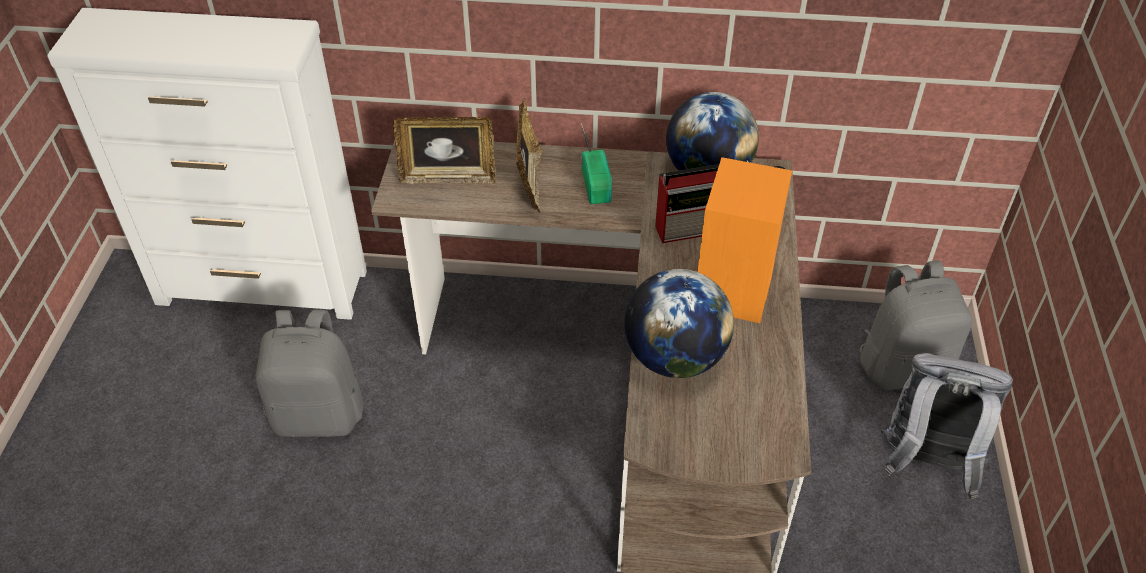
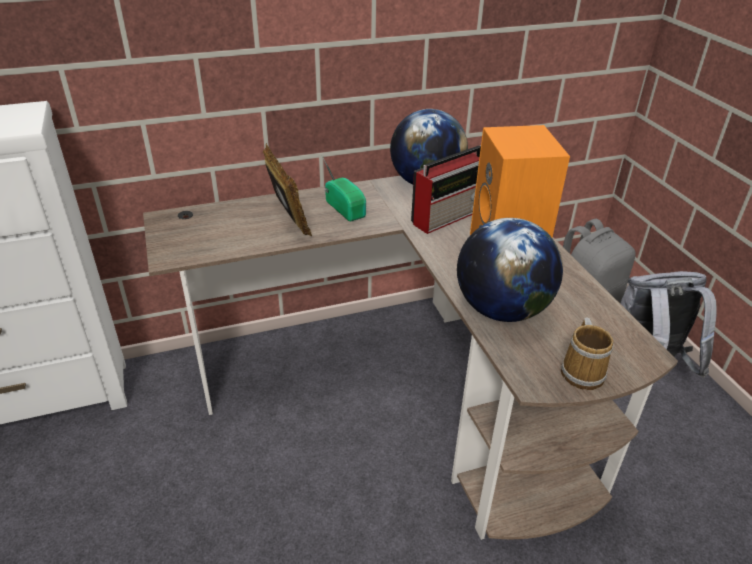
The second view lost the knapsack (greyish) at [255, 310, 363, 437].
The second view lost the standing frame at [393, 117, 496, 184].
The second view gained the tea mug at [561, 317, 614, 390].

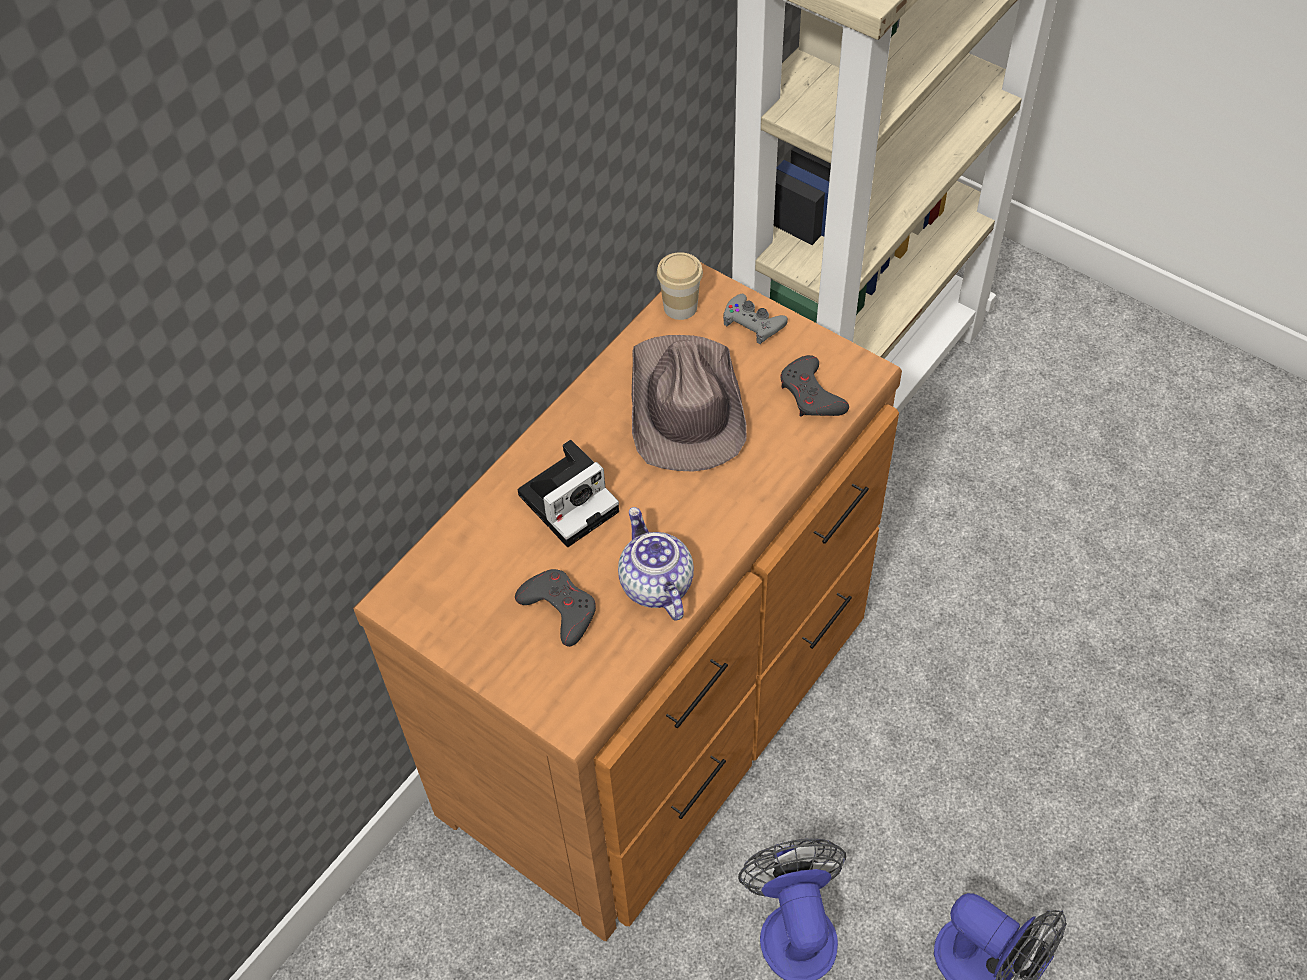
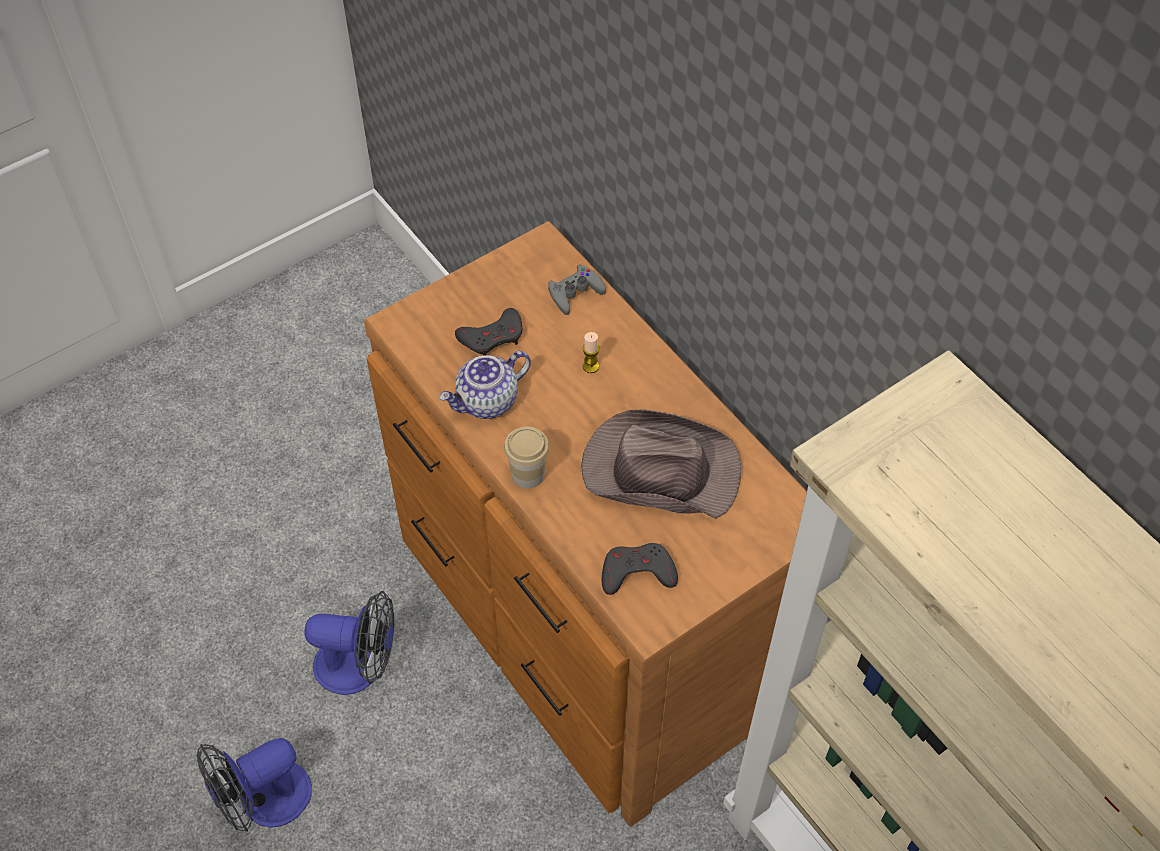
Where the still camera stood at [518, 440, 619, 547], the wax light came to stand at [583, 332, 600, 373].
The teapot at [618, 507, 694, 621] ended up facing another way, 150 degrees clockwise from before.
The cup ended up elsewhere, having gone from [657, 252, 703, 320] to [504, 426, 549, 489].
The gamepad (greyish) ended up elsewhere, having gone from [723, 294, 788, 344] to [548, 265, 606, 315].

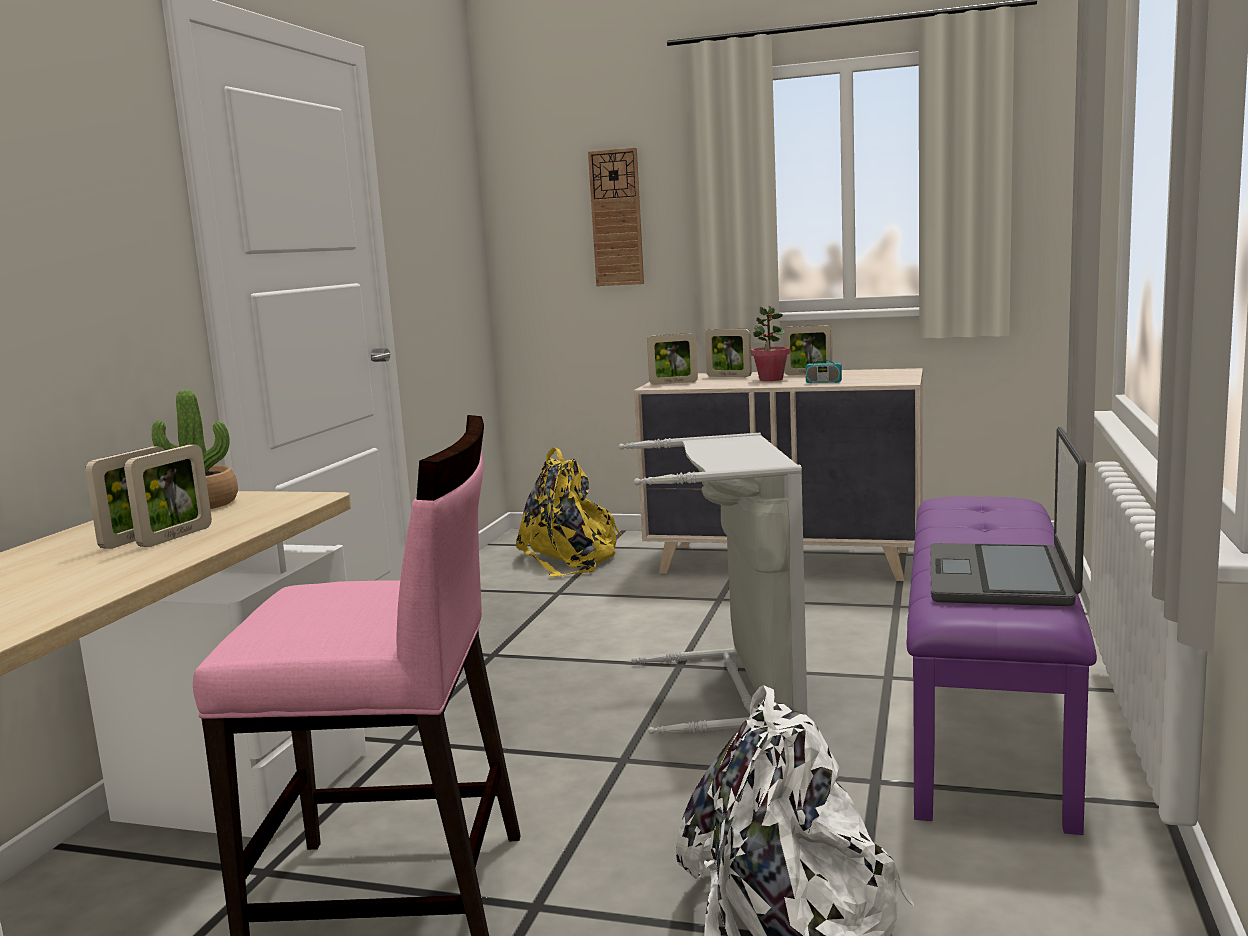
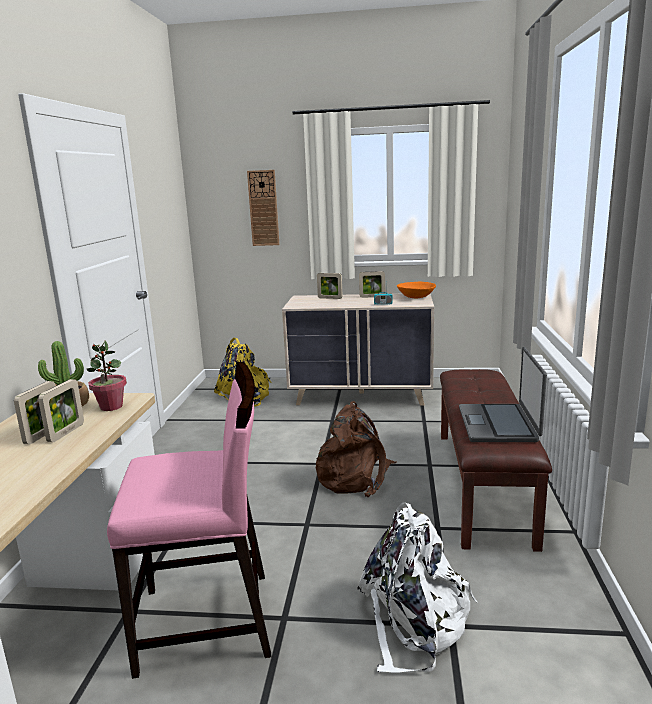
Where the washing basket (greyish) stood at [619, 433, 808, 734], the knapsack (brown) came to stand at [315, 401, 397, 497].
The second view lost the standing frame at [647, 333, 698, 385].
The houseplant ended up elsewhere, having gone from [751, 305, 790, 381] to [87, 340, 127, 411].
What was the bench (purplish) at [906, 496, 1097, 835] turned into the bench (brown) at [440, 369, 552, 552].
The second view gained the deep dish (orange-coloured) at [397, 282, 436, 298].

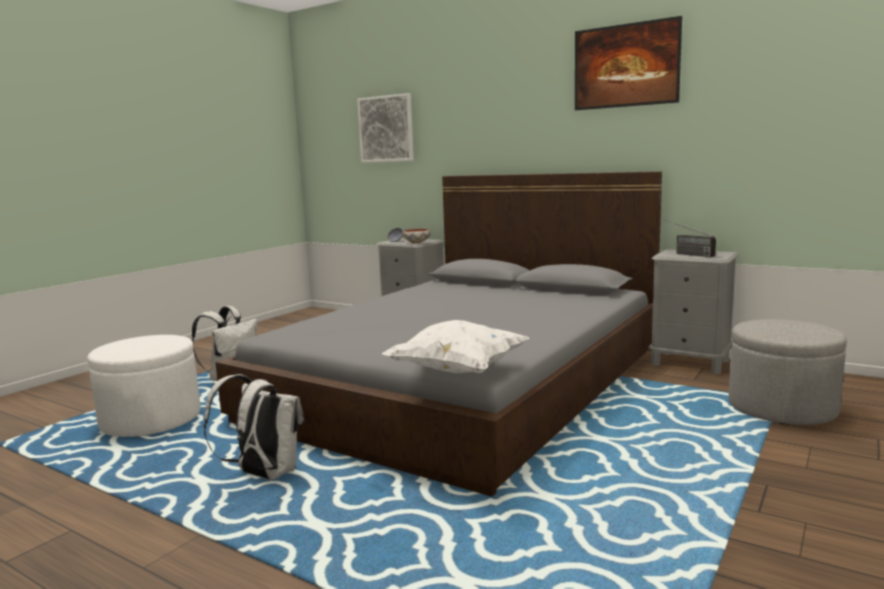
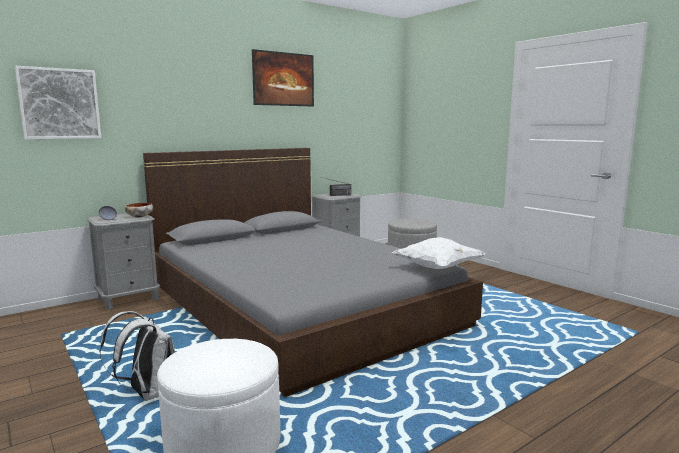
The second view lost the knapsack (white) at [203, 374, 304, 480].

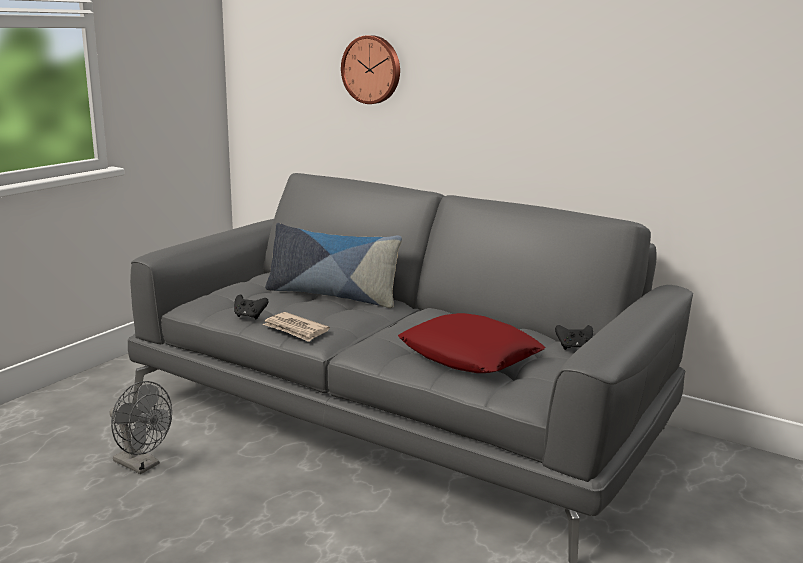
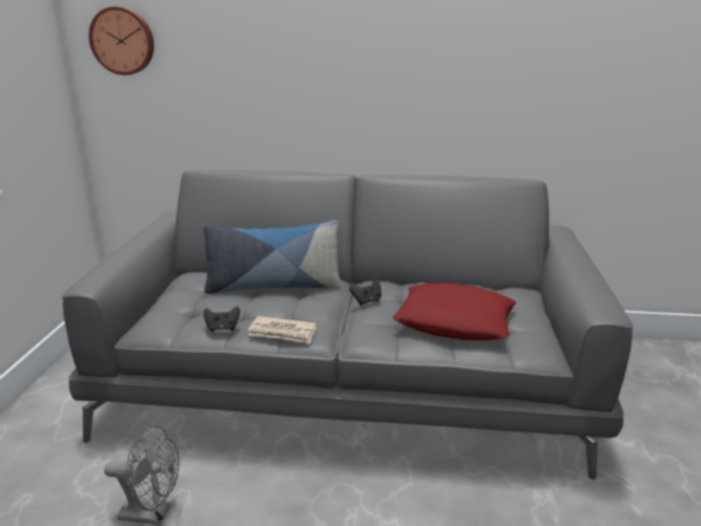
The wall clock ended up elsewhere, having gone from [341, 35, 400, 104] to [89, 7, 154, 75].
The gamepad (black-coloured) ended up elsewhere, having gone from [555, 325, 593, 350] to [349, 280, 381, 305].

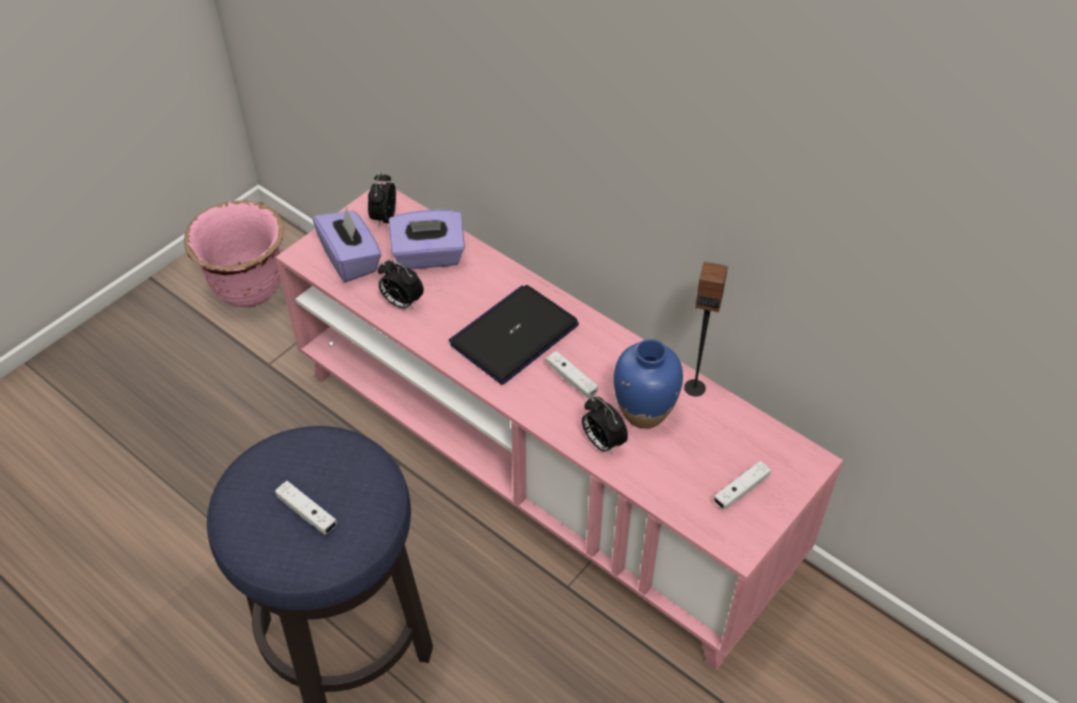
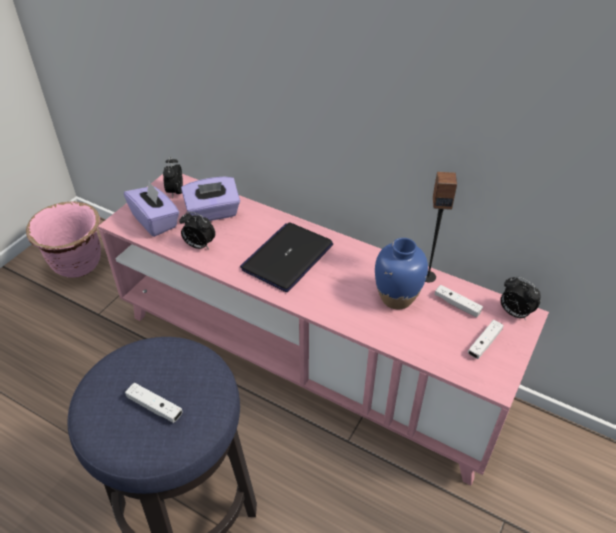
The gamepad (white) ended up elsewhere, having gone from [546, 351, 598, 399] to [435, 285, 483, 317].
The alarm clock ended up elsewhere, having gone from [582, 397, 628, 454] to [500, 277, 541, 321].

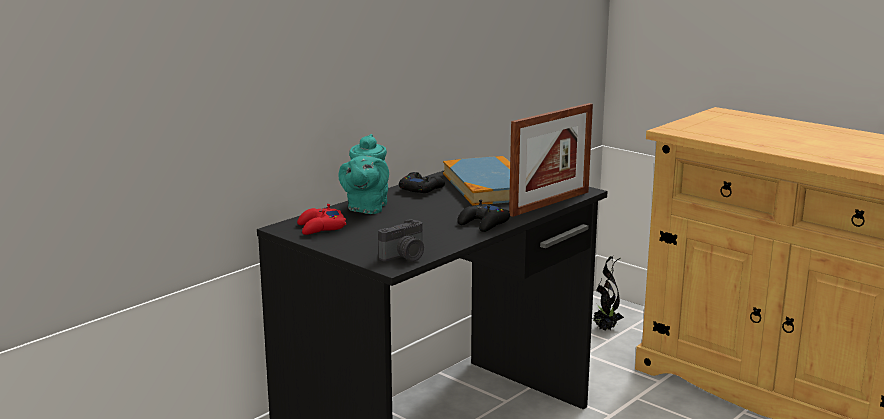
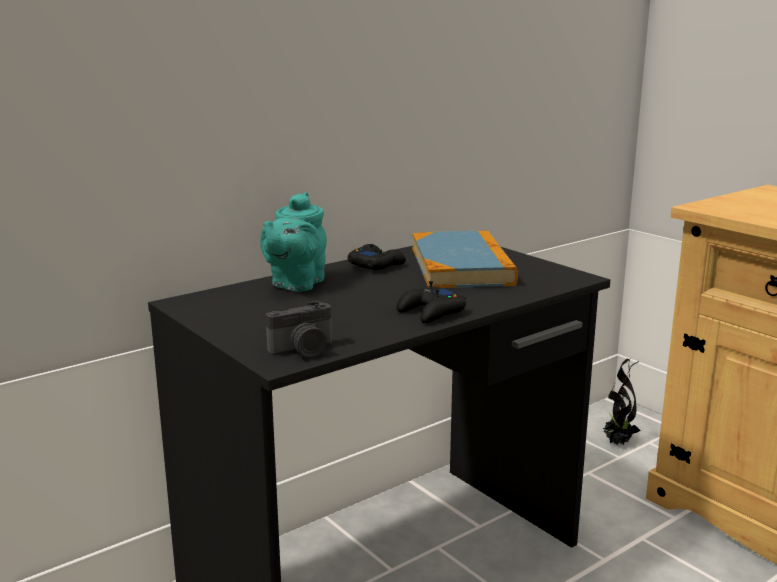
The second view lost the gamepad (red-coloured) at [297, 204, 346, 235].
The second view lost the standing frame at [509, 103, 593, 217].

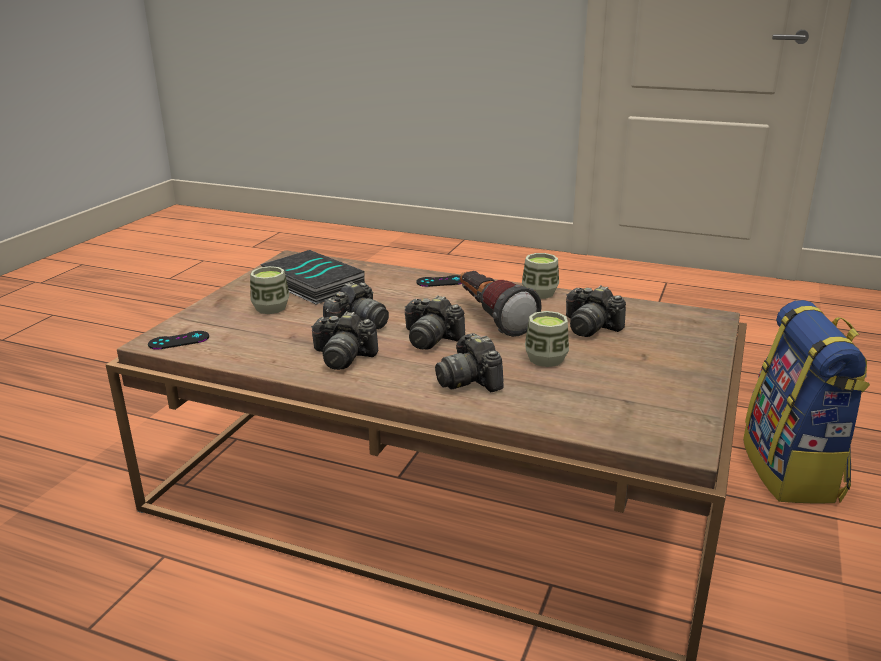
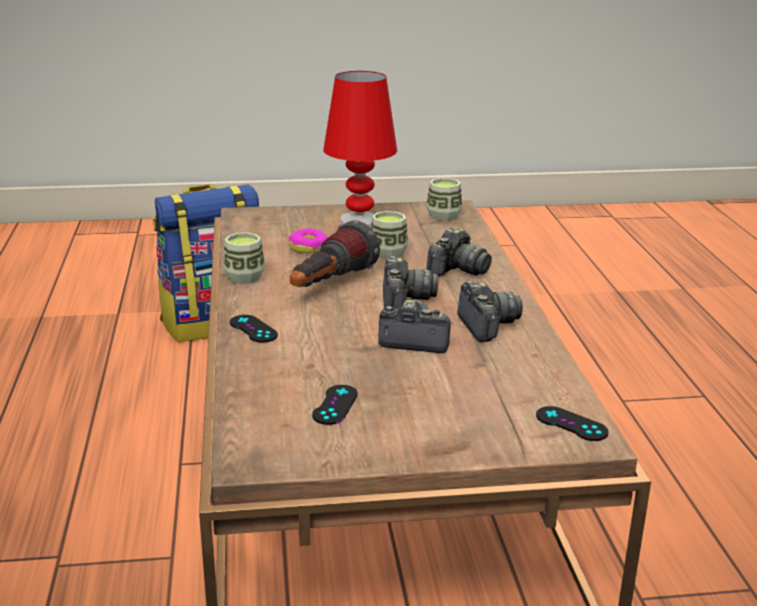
The cup ended up elsewhere, having gone from [250, 266, 289, 314] to [426, 178, 462, 221].
Where the book stood at [260, 250, 365, 305], the gamepad (black-coloured) came to stand at [312, 385, 358, 425].
Where the still camera stood at [566, 285, 626, 337], the ring doughnut came to stand at [288, 228, 328, 253].
The second view gained the lamp for a table (red-coloured) at [323, 71, 397, 227].

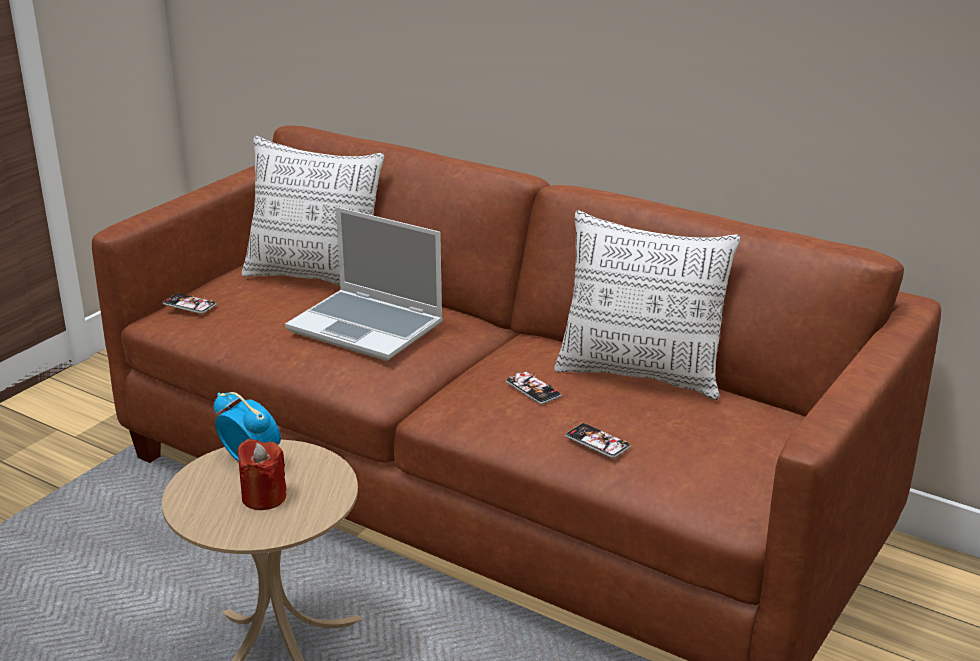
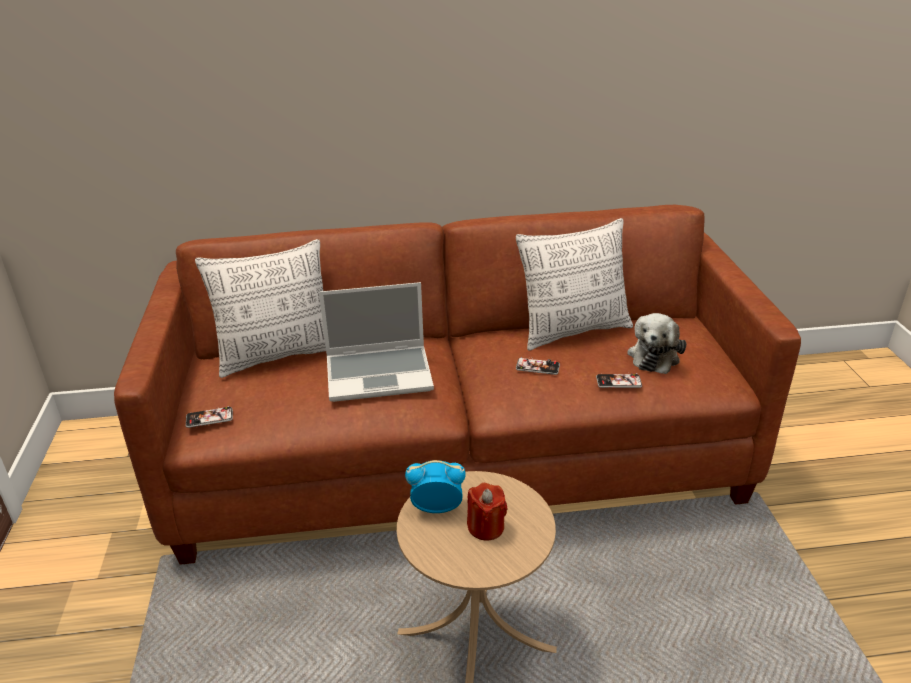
The second view gained the plush toy at [627, 313, 686, 374].

